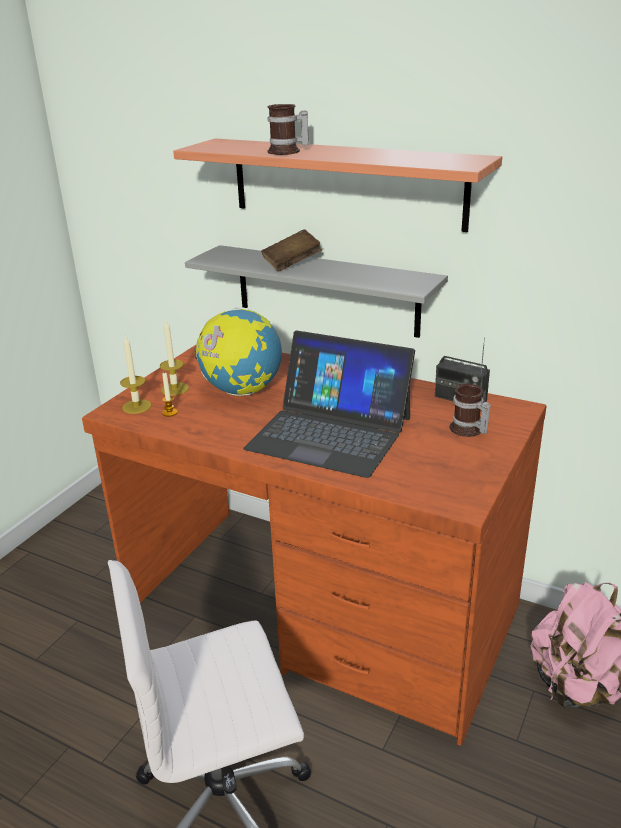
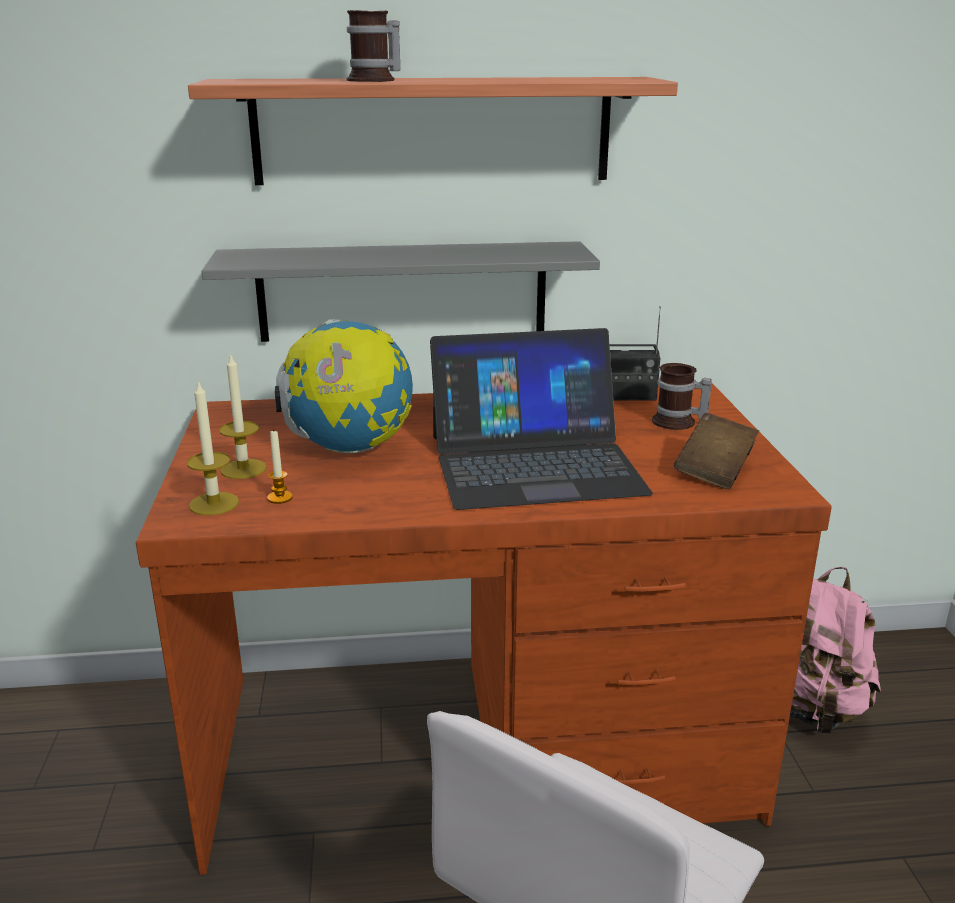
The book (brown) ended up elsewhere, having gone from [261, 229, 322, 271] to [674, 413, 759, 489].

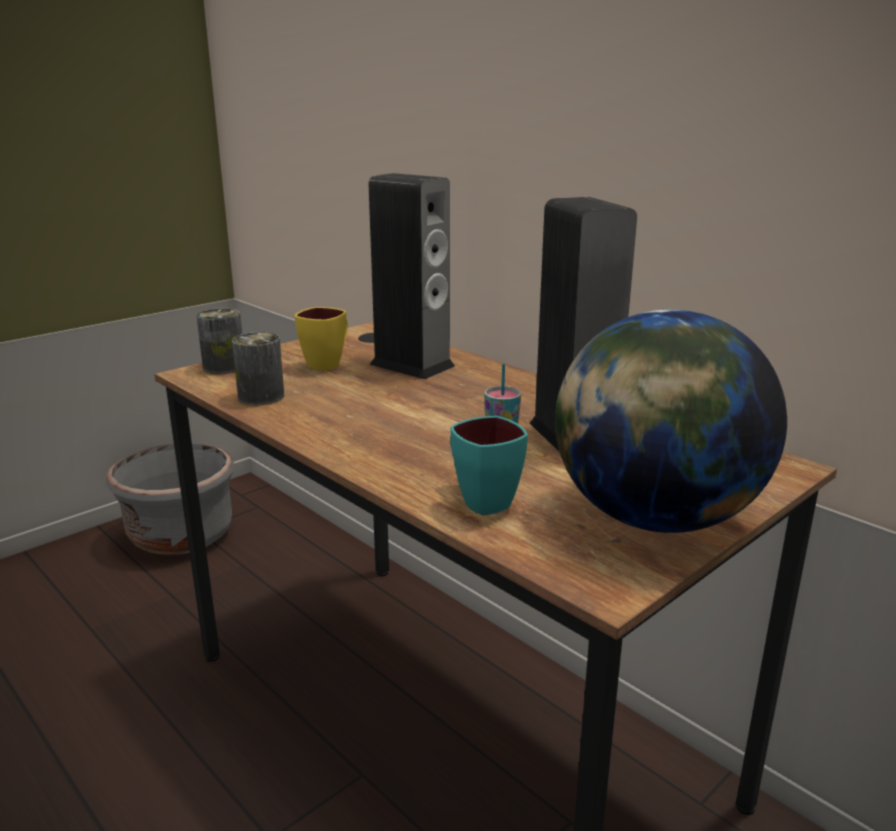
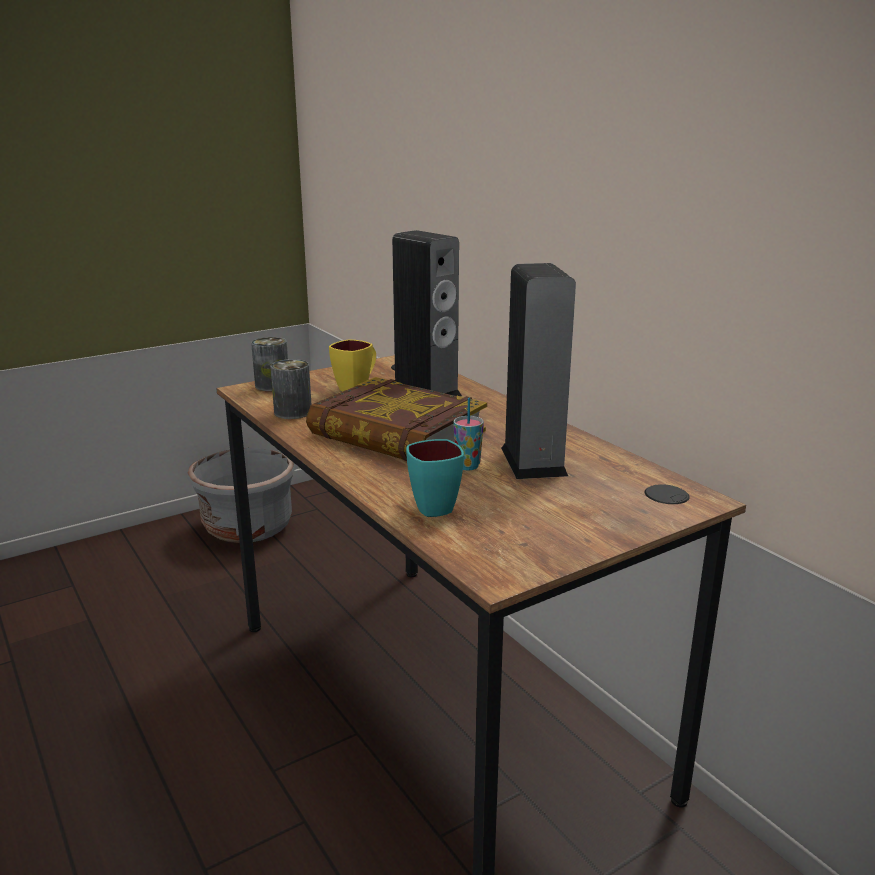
The second view lost the desk globe at [555, 309, 787, 533].
The second view gained the book at [306, 377, 487, 461].

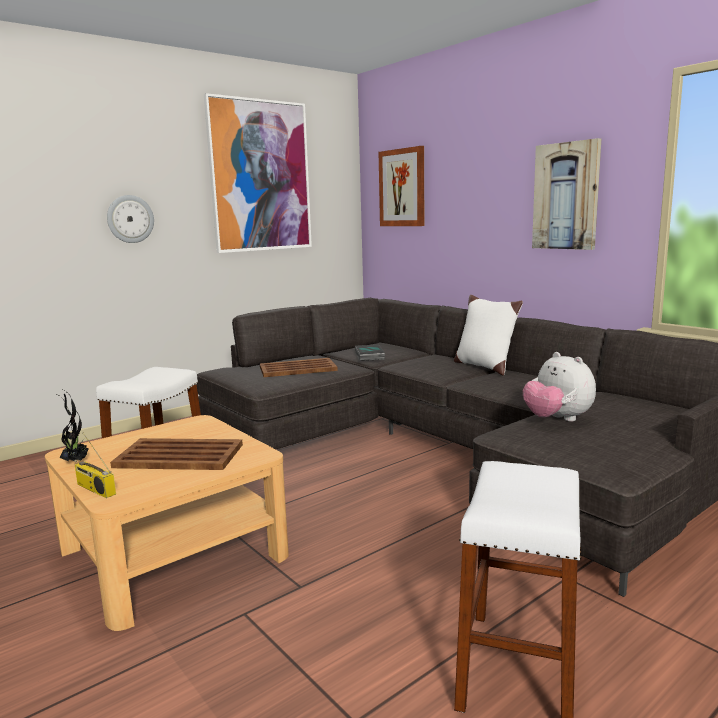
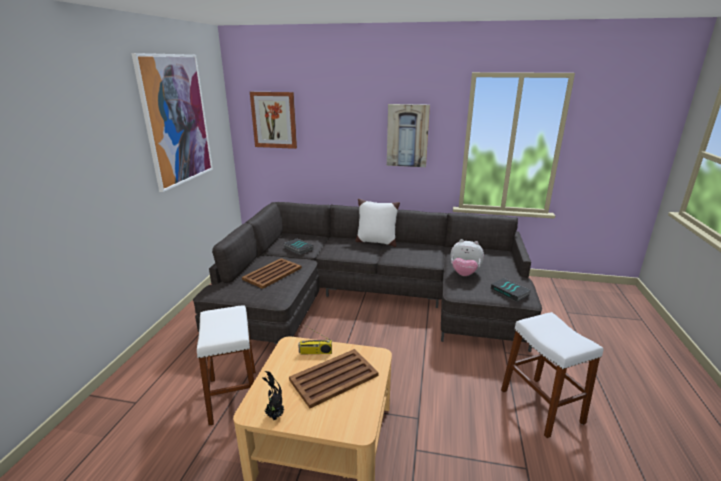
The radio receiver ended up elsewhere, having gone from [75, 432, 116, 498] to [298, 325, 332, 355].
The second view lost the wall clock at [107, 195, 154, 243].
The second view gained the book at [491, 278, 531, 302].

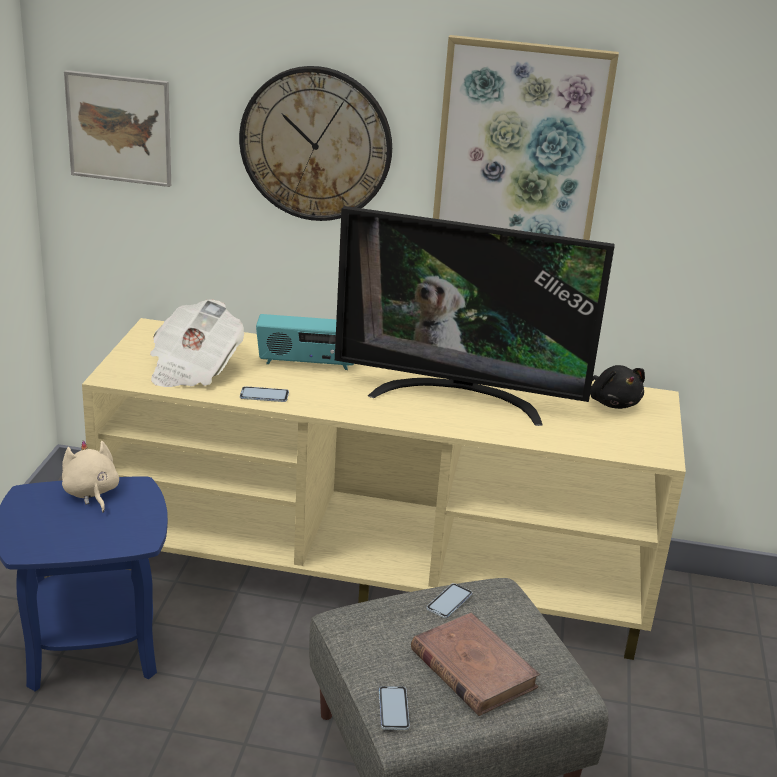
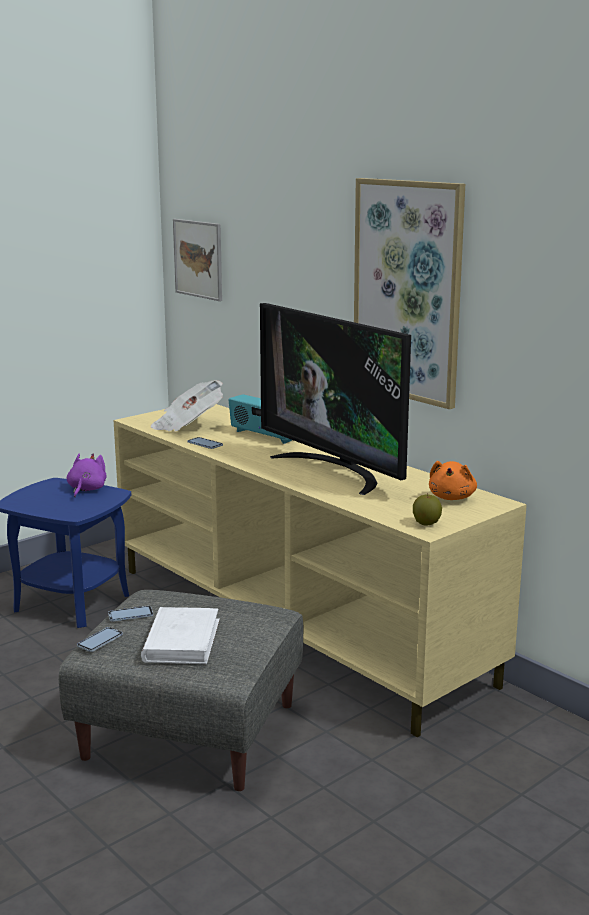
What was the plush toy (sand-coloured) at [62, 441, 119, 513] turned into the plush toy (purplish) at [67, 454, 107, 497].
The second view lost the wall clock at [239, 66, 392, 221].
What was the book (brown) at [411, 613, 540, 716] turned into the book (white) at [141, 607, 220, 664].
The phone ended up elsewhere, having gone from [426, 583, 472, 618] to [108, 606, 153, 622].
What was the plush toy (black-coloured) at [590, 365, 645, 409] turned into the plush toy (orange-coloured) at [429, 461, 477, 500].
The second view gained the apple fruit at [413, 493, 442, 526].

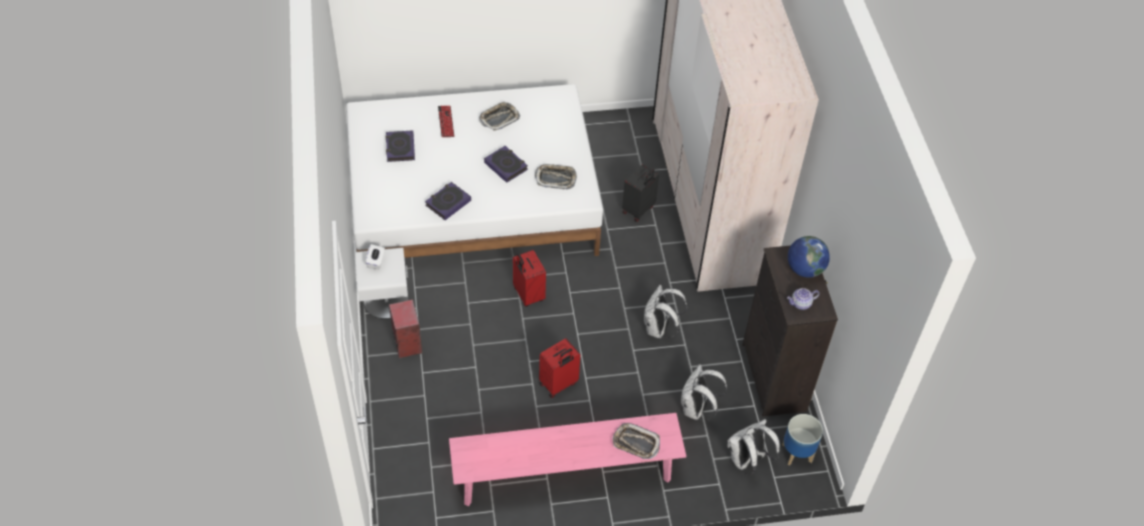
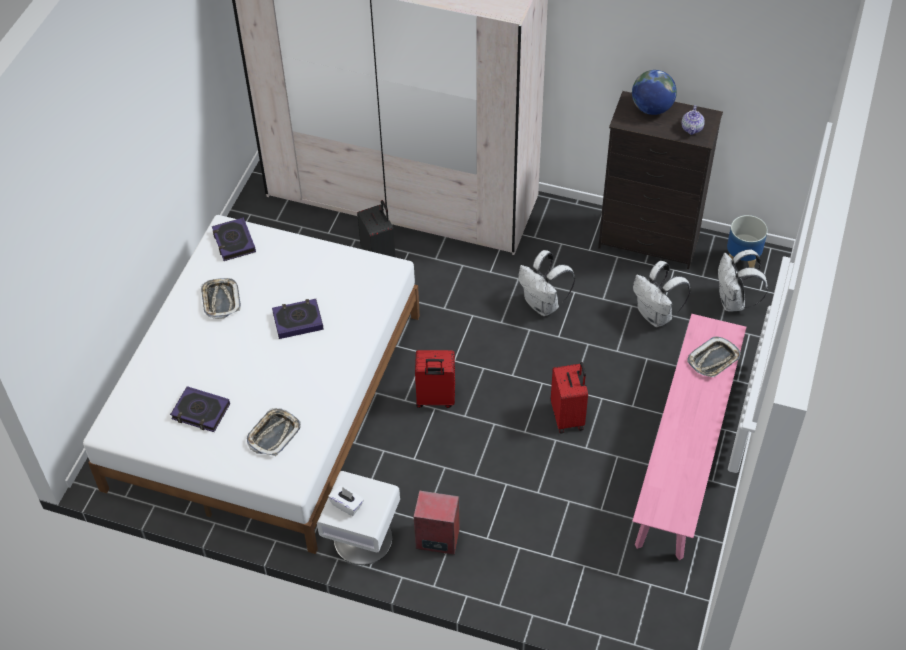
The book ended up elsewhere, having gone from [425, 182, 471, 220] to [212, 217, 256, 261].
The second view lost the keyboard at [438, 106, 454, 137].
The tray ended up elsewhere, having gone from [535, 164, 577, 189] to [247, 408, 301, 456].

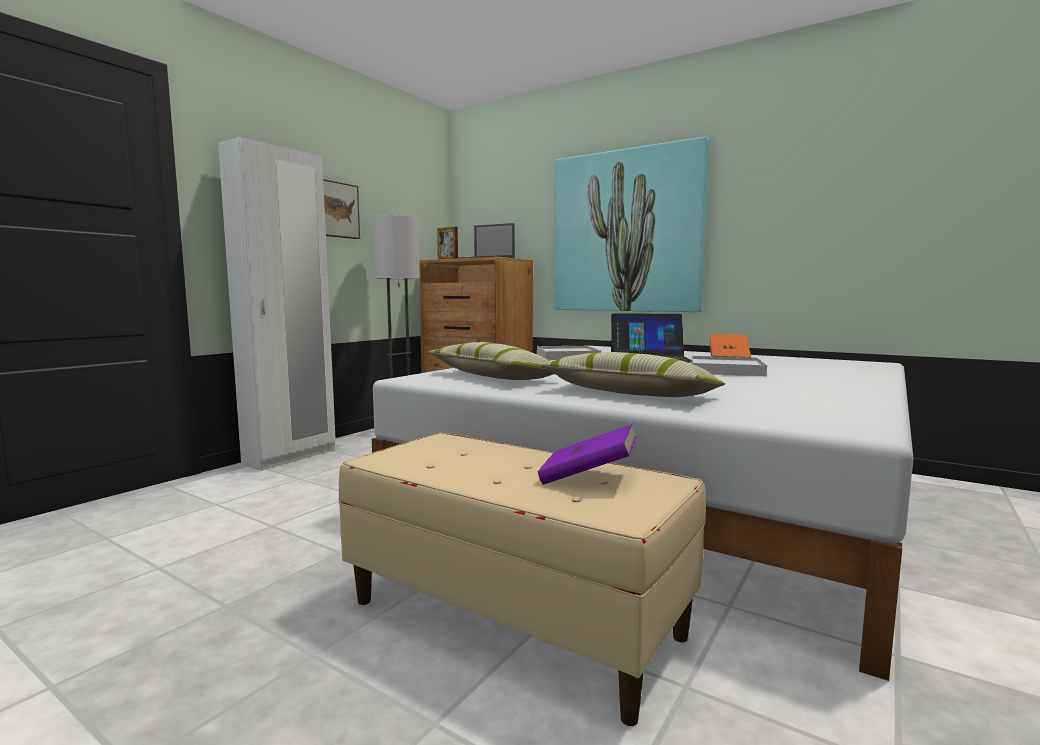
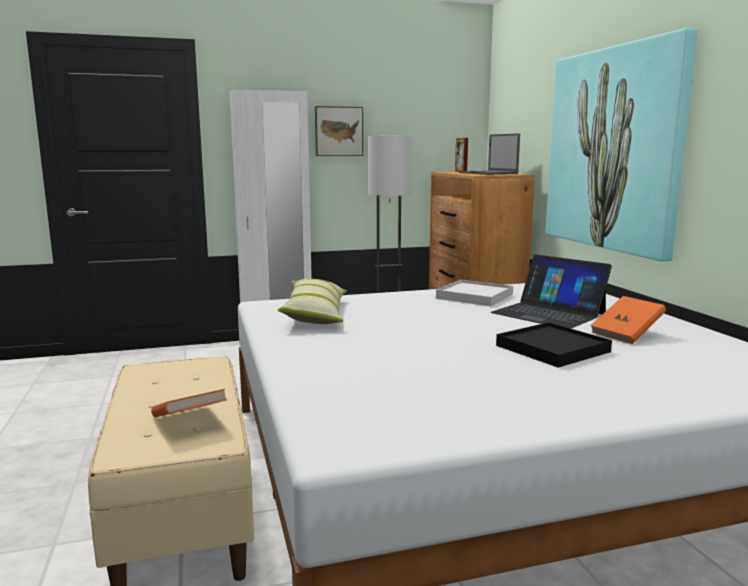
What was the book (purplish) at [538, 424, 637, 485] turned into the book (orange-coloured) at [151, 389, 227, 418].
The second view lost the pillow at [541, 352, 725, 397].
What was the tray (white) at [691, 356, 767, 376] turned into the tray (black-coloured) at [496, 322, 612, 367].

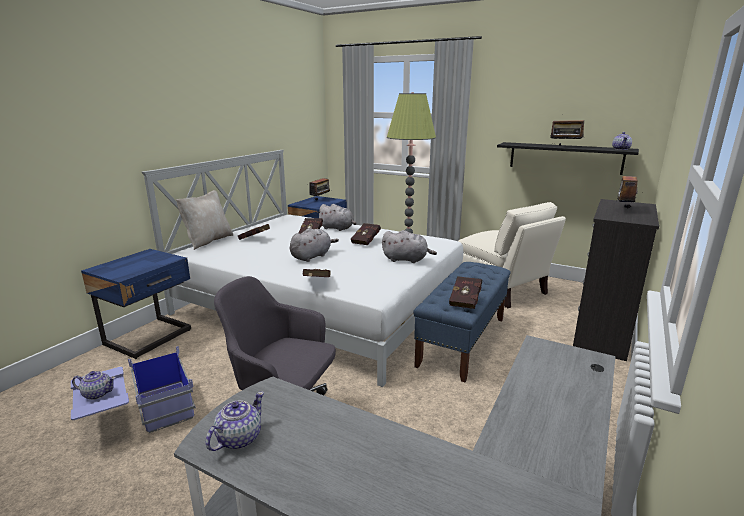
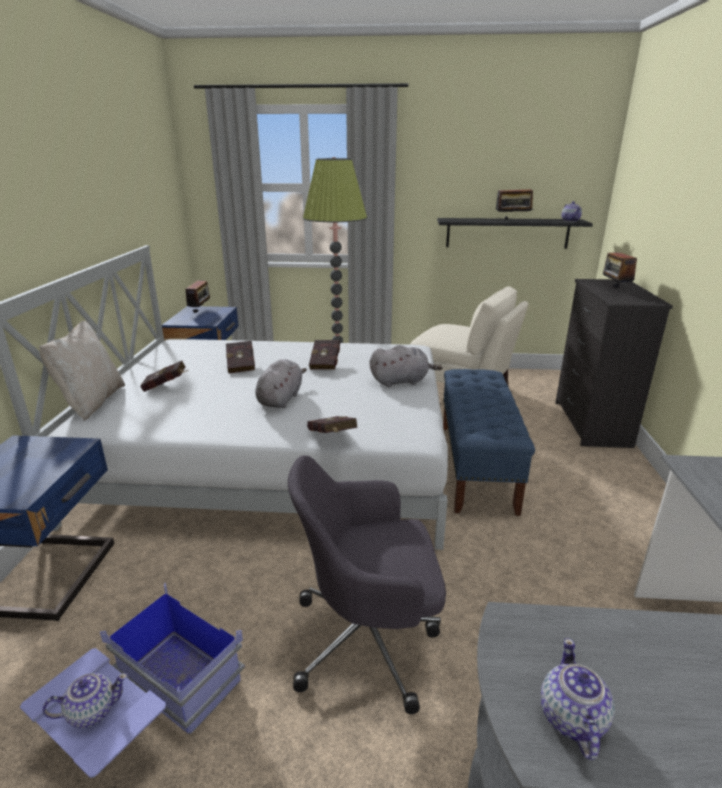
The second view lost the plush toy (greyish) at [317, 204, 357, 231].
The second view lost the book (red-coloured) at [449, 276, 482, 309].

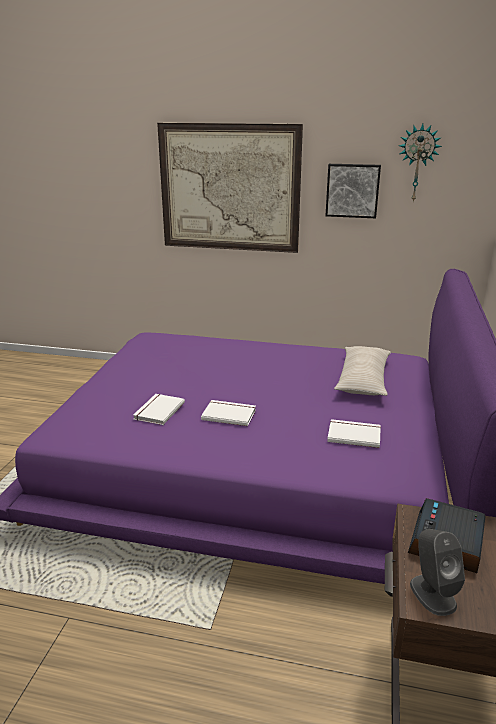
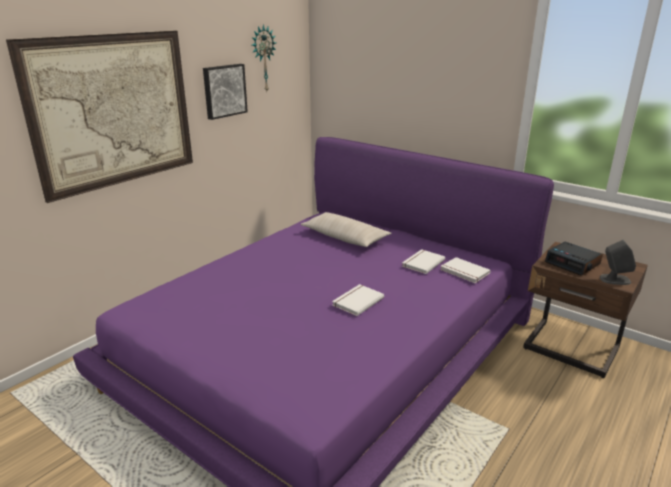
The book (white) ended up elsewhere, having gone from [133, 394, 185, 425] to [440, 257, 491, 283].

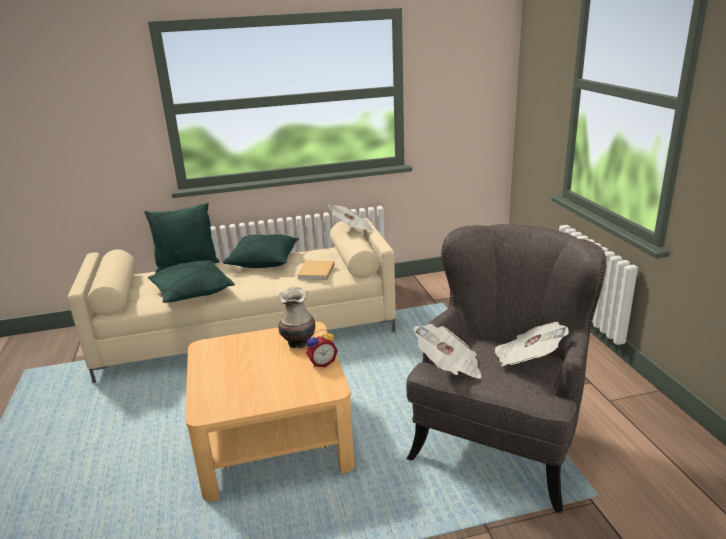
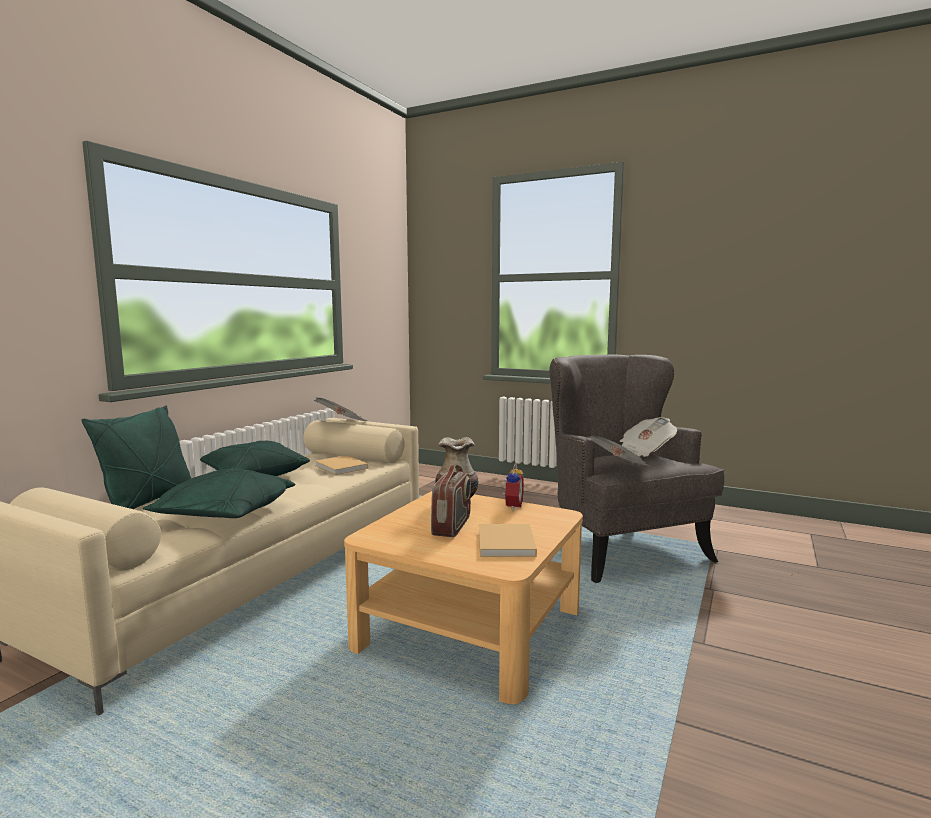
The second view gained the radio receiver at [431, 465, 471, 537].
The second view gained the book (sand-coloured) at [479, 524, 537, 557].

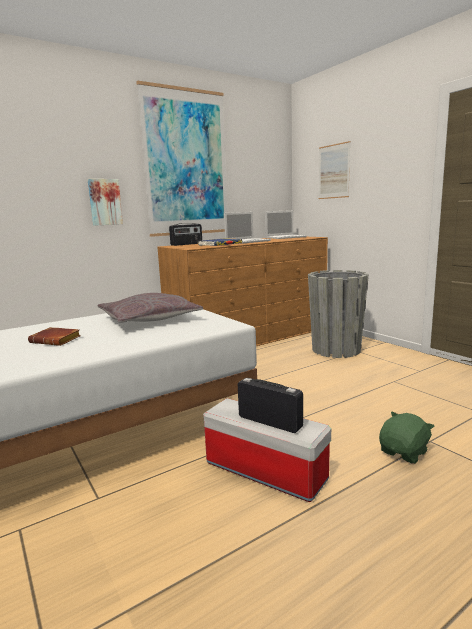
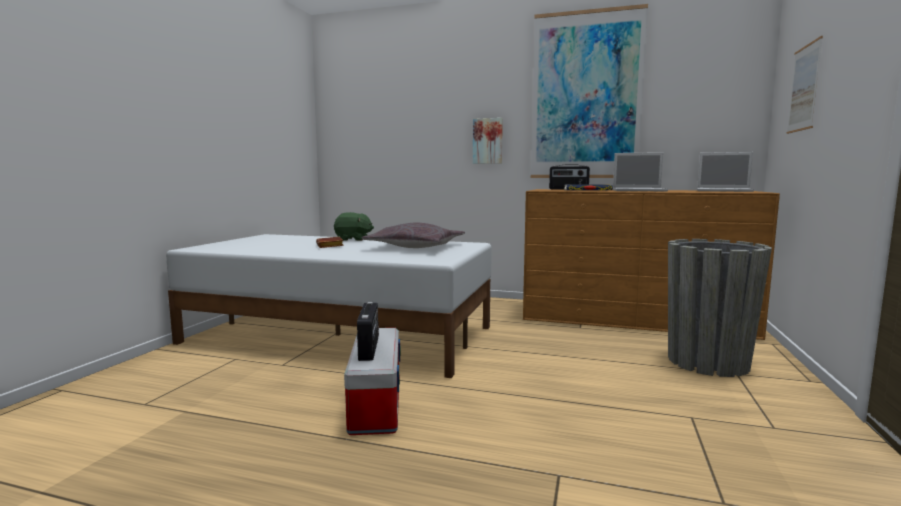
The plush toy (green-coloured) ended up elsewhere, having gone from [379, 412, 435, 464] to [334, 212, 374, 241].

